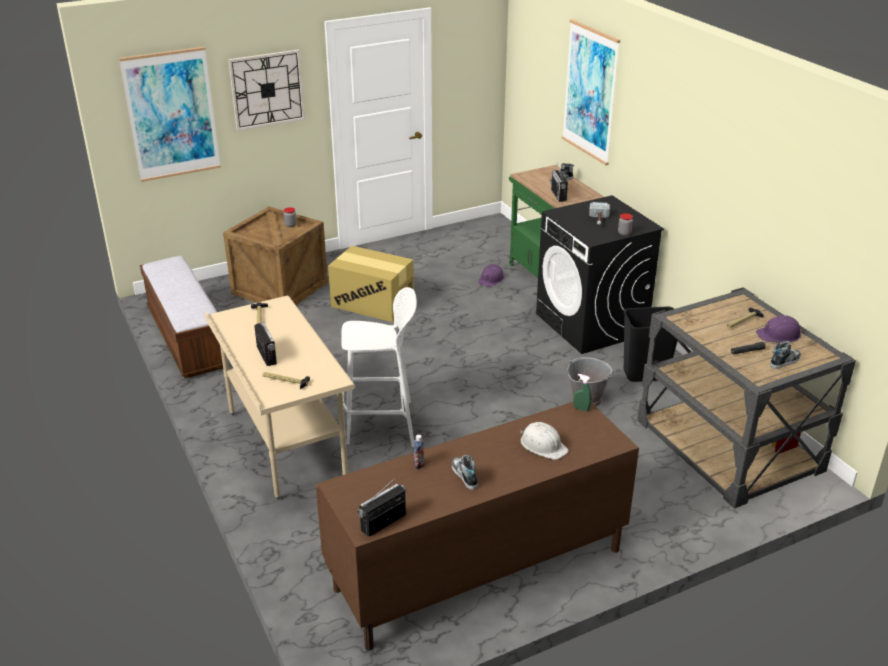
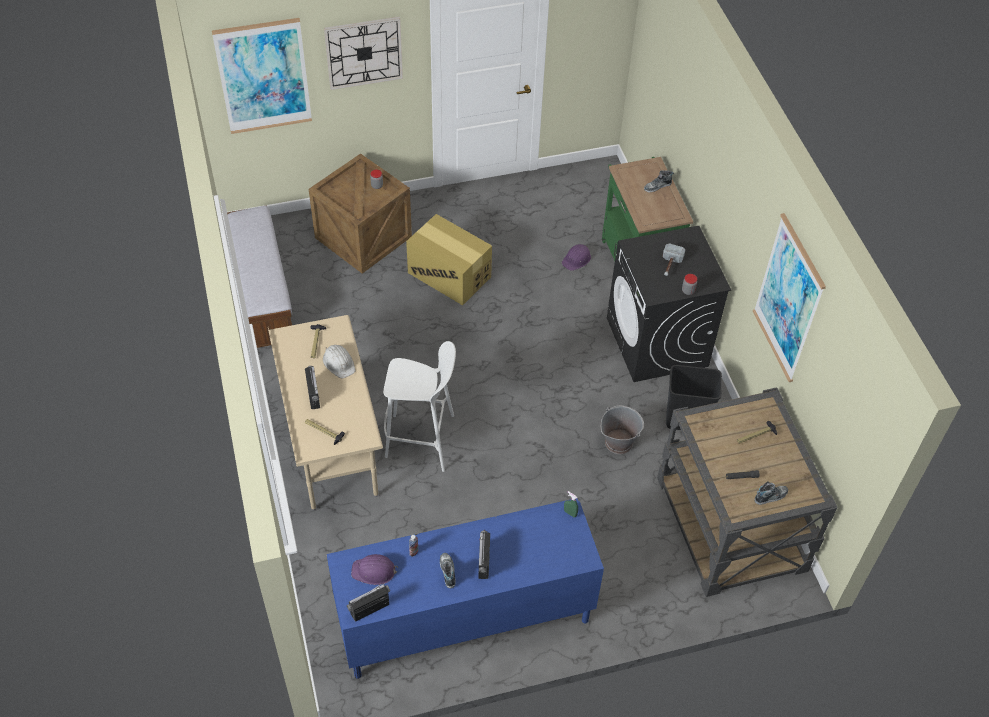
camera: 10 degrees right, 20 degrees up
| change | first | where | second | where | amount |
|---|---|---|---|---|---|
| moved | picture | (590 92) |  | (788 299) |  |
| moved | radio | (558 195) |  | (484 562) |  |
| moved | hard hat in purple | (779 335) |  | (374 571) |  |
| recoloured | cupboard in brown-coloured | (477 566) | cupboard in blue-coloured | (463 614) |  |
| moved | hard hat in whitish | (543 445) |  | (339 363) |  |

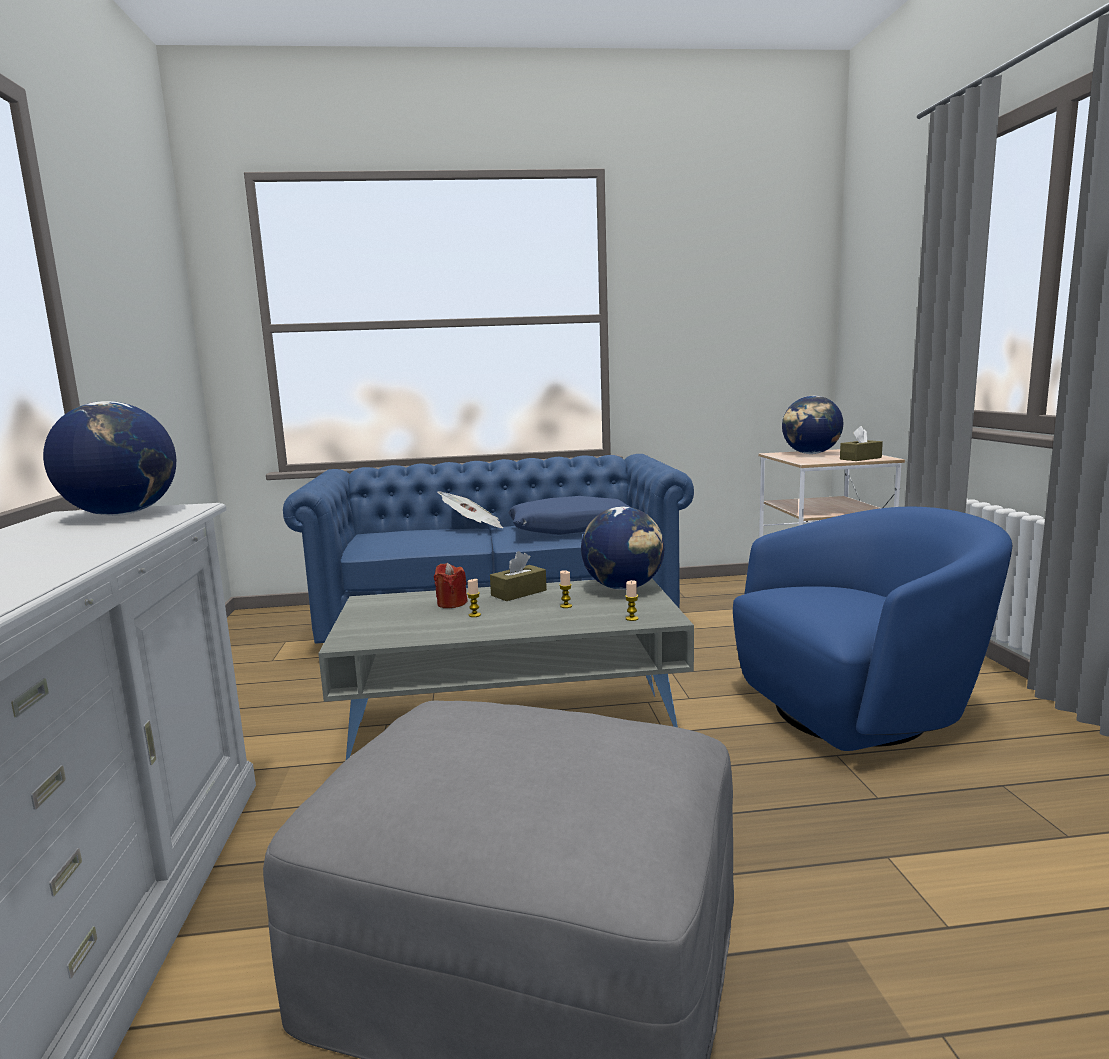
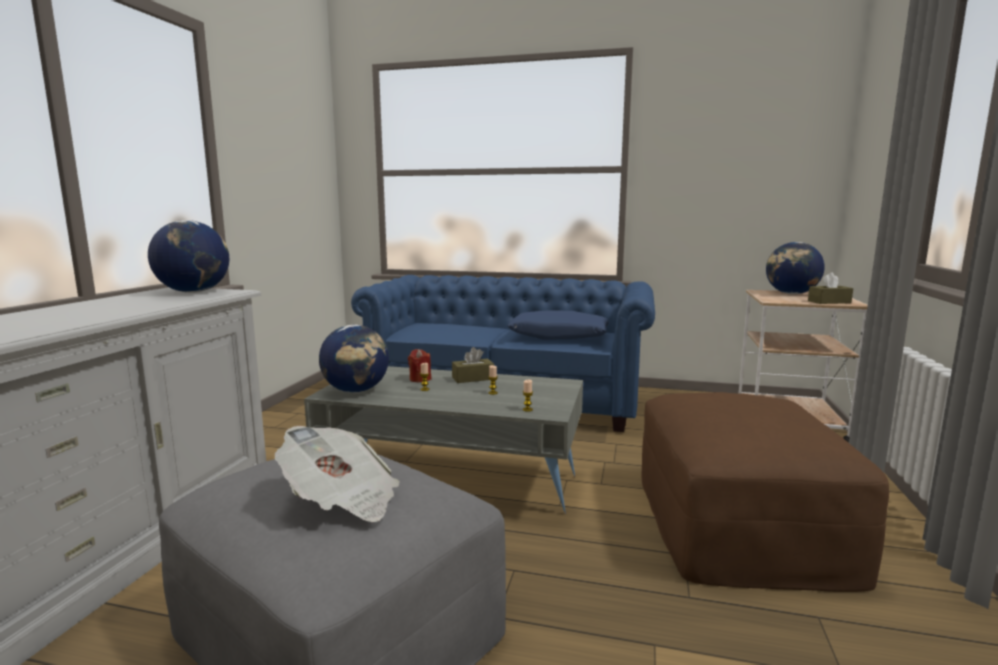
camera: 20 degrees right, 0 degrees up
| change | first | where | second | where | amount |
|---|---|---|---|---|---|
| moved | daily paper | (473 527) |  | (342 500) |  |
| moved | desk globe | (623 588) |  | (356 391) |  |
| replaced | lounge chair in blue-coloured | (860 710) | footrest in brown-coloured | (739 523) |  |

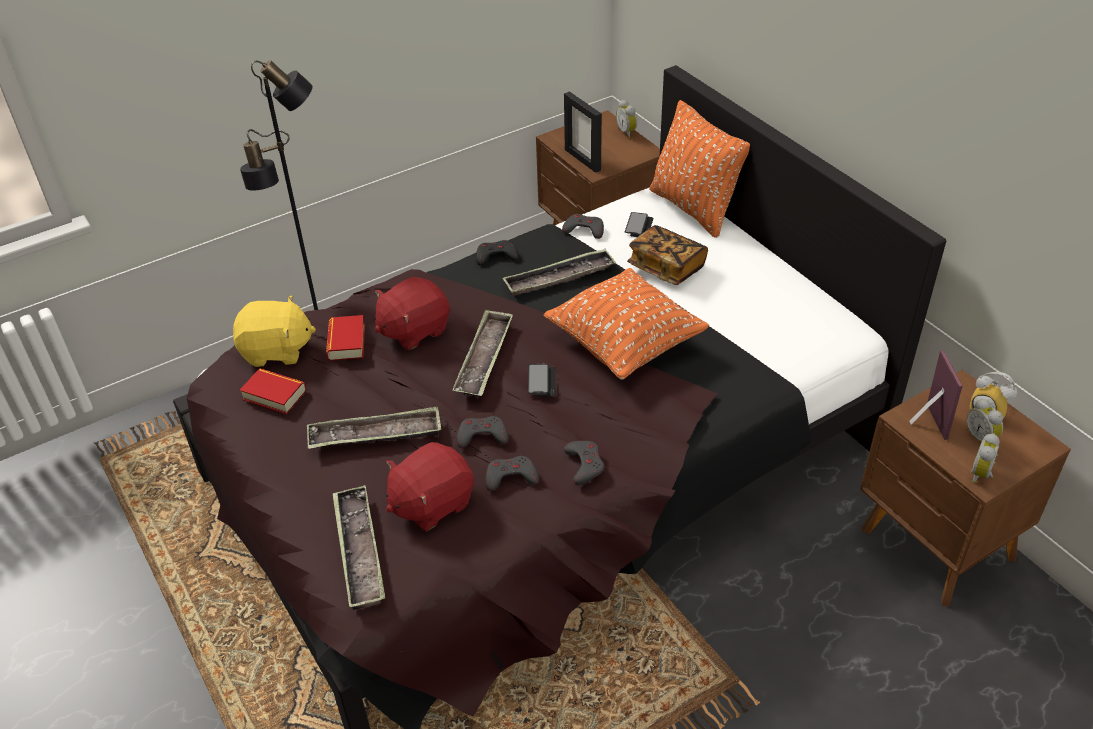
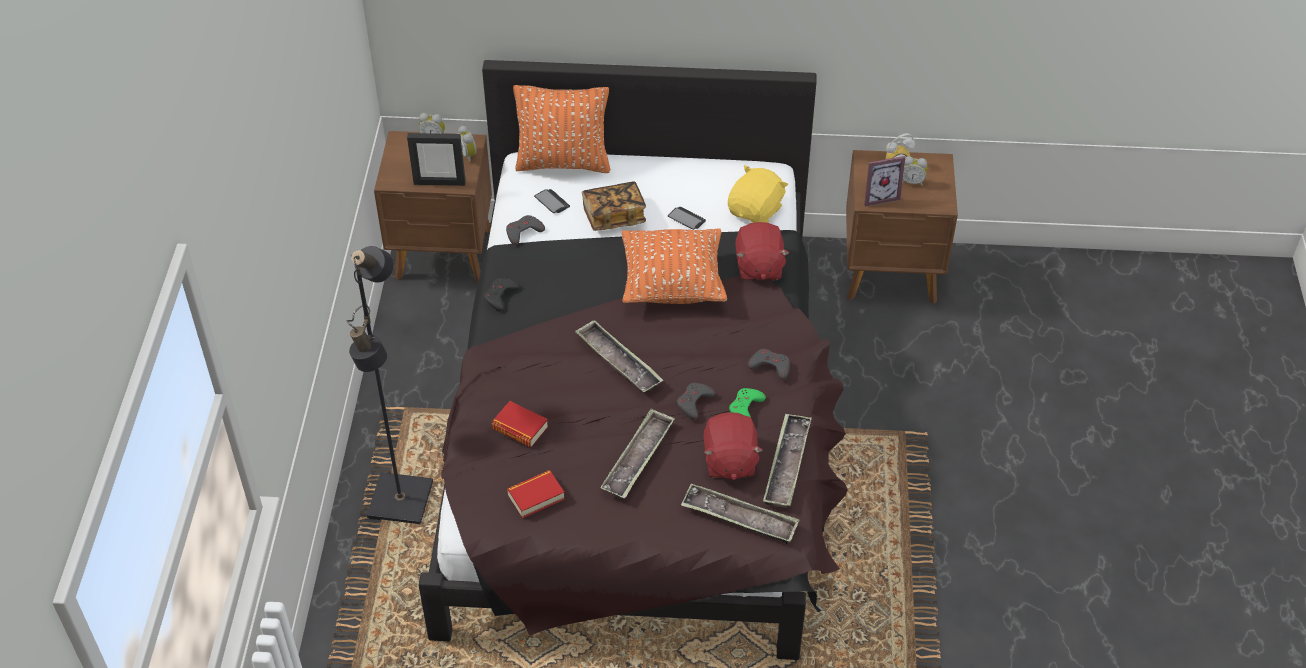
camera: 55 degrees left, 5 degrees up
| change | first | where | second | where | amount |
|---|---|---|---|---|---|
| moved | serving tray | (559 277) |  | (787 464) |  |
| moved | cuddly toy in red-coloured | (413 330) |  | (758 267) |  |
| moved | cuddly toy in yellow-coloured | (276 350) |  | (756 211) |  |
| turned | standing frame | (924 422) |  | (879 196) | 135 degrees clockwise |
| moved | telephone | (541 381) |  | (686 219) |  |
| moved | alarm clock | (982 474) |  | (469 155) |  |
| recoloured | gamepad in grey | (510 477) | gamepad in greenish | (745 408) |  |

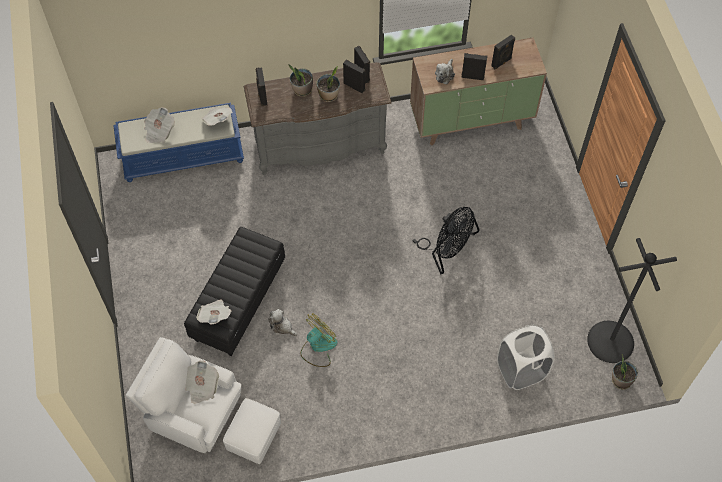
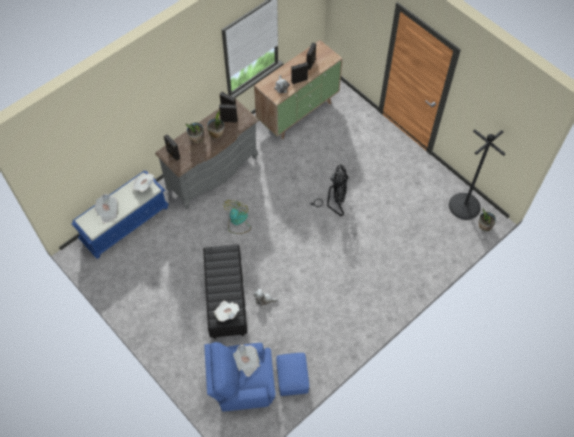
camera: 30 degrees left, 0 degrees up
| change | first | where | second | where | amount |
|---|---|---|---|---|---|
| moved | electric fan | (318 347) |  | (237 222) |  |
| removed | washing basket in whitish | (520 370) |  |  |  |
| recoloured | lounge chair in whitish | (207 417) | lounge chair in blue-coloured | (254 382) |  |

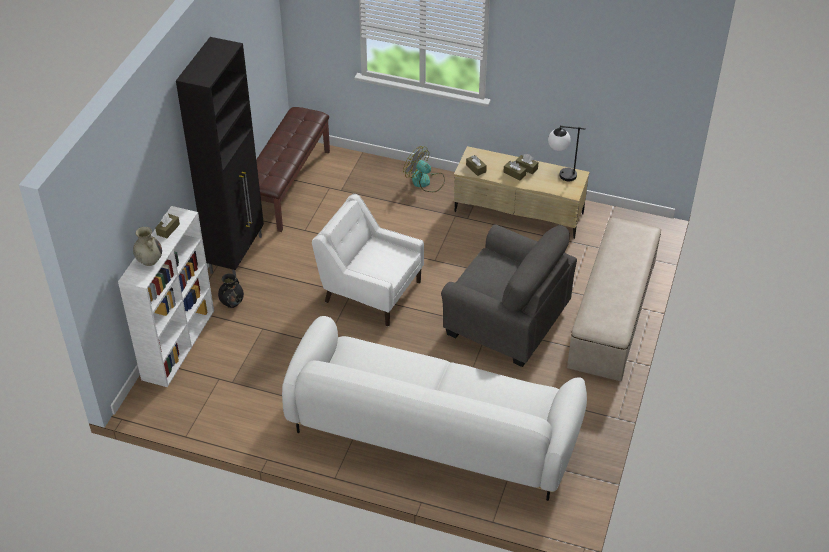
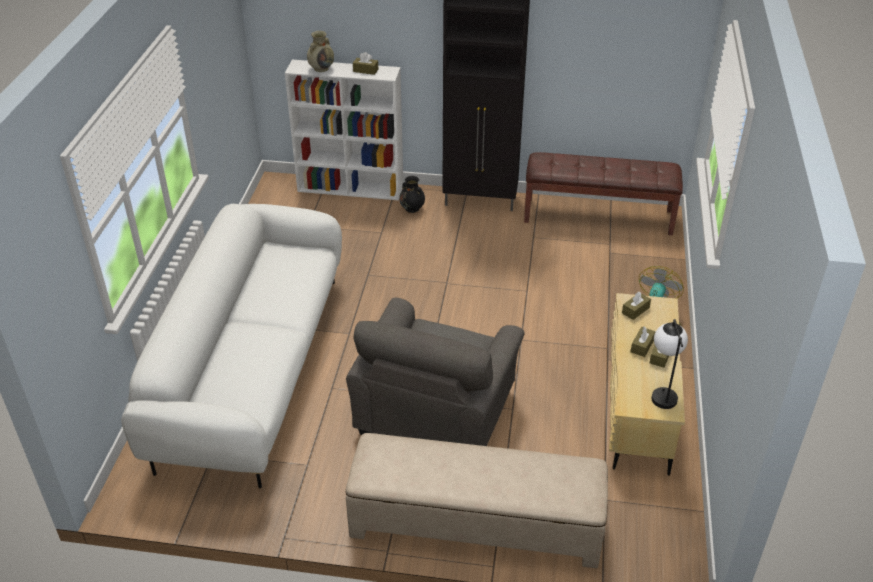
camera: 80 degrees right, 5 degrees down
| change | first | where | second | where | amount |
|---|---|---|---|---|---|
| removed | lounge chair in whitish | (370 291) |  |  |  |

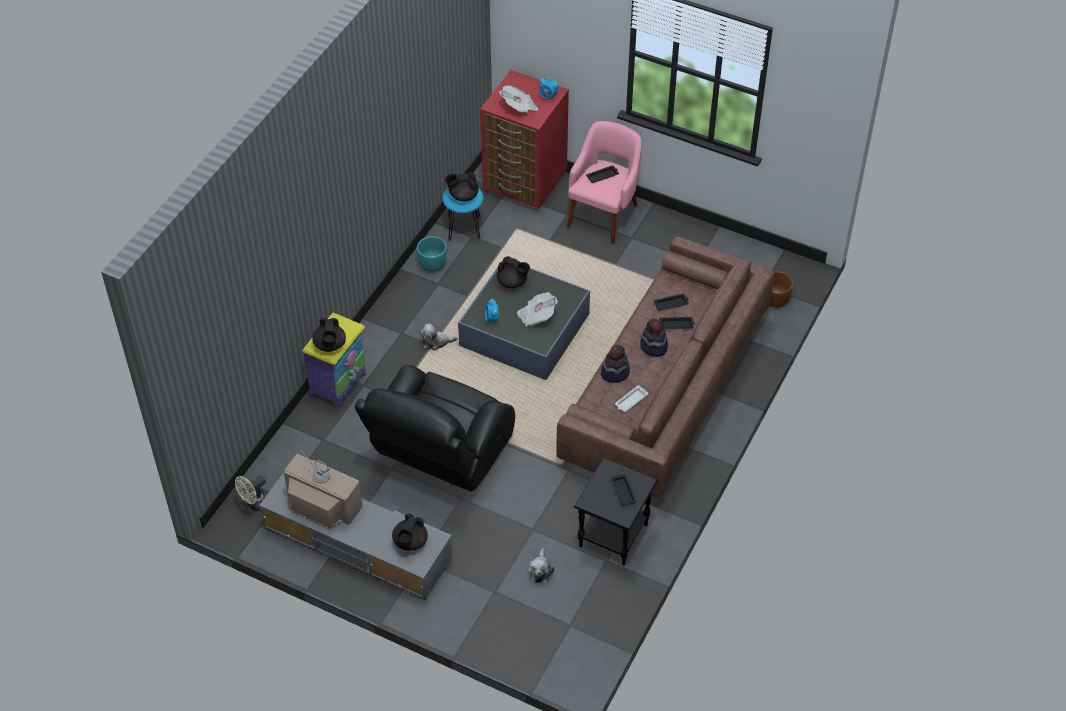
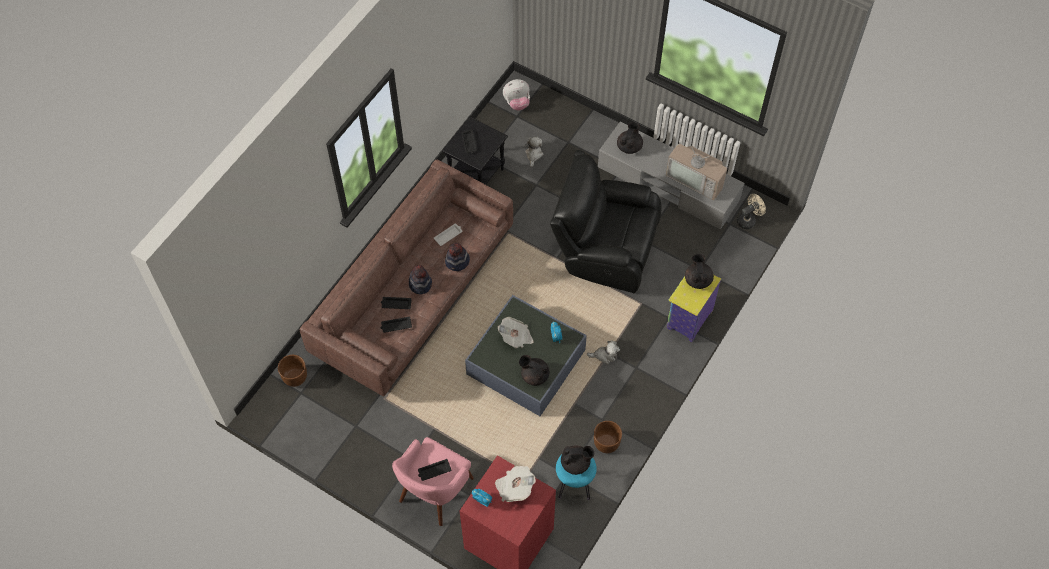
camera: 175 degrees left, 10 degrees up
| change | first | where | second | where | amount |
|---|---|---|---|---|---|
| recoloured | plant pot in blue-green | (432 264) | plant pot in brown-coloured | (606 443) |  |
| turned | lounge chair in black | (439 456) |  | (605 248) | 105 degrees counterclockwise |
| added |  |  | cuddly toy | (517 103) |  |

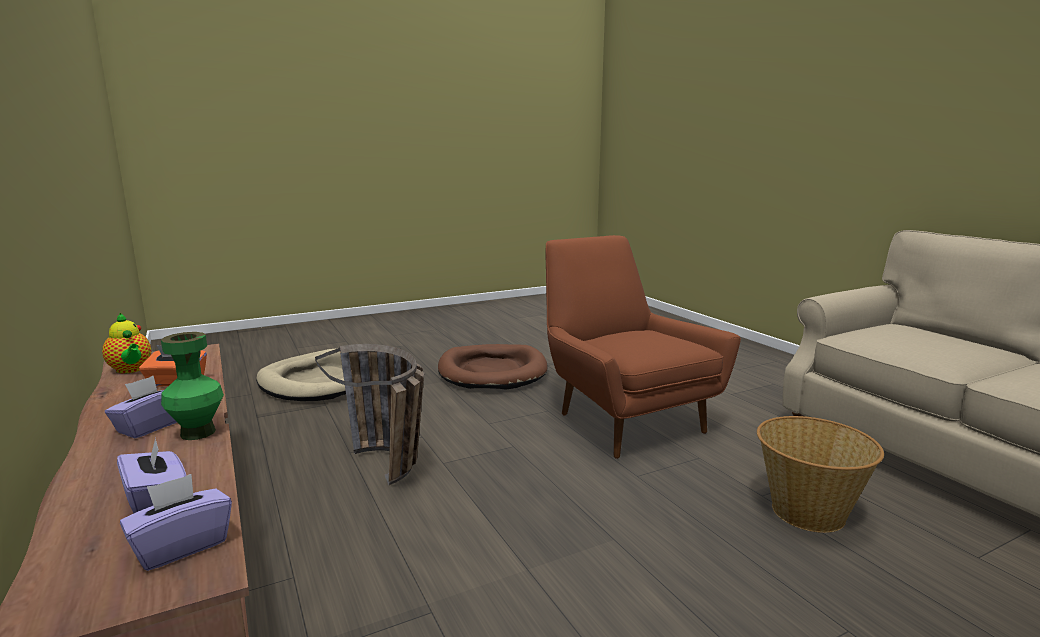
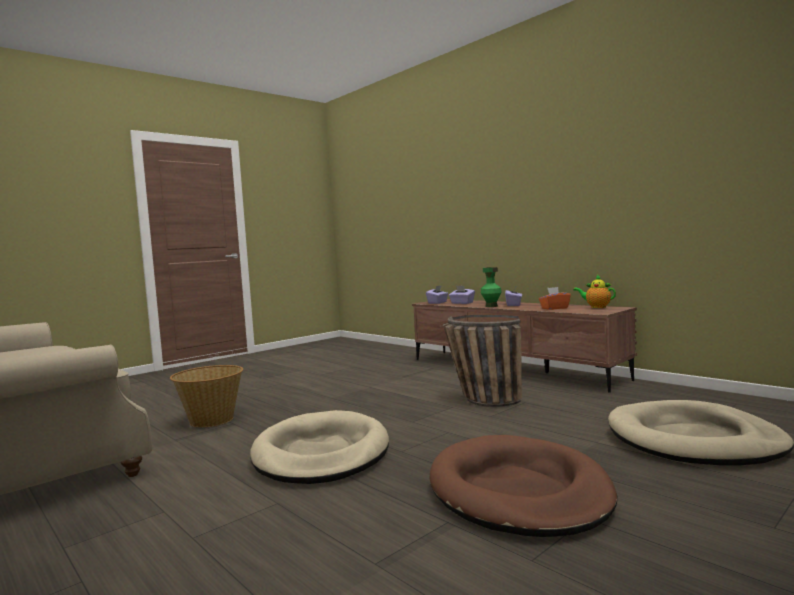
camera: 165 degrees right, 10 degrees down
| change | first | where | second | where | amount |
|---|---|---|---|---|---|
| replaced | lounge chair in brown-coloured | (622 420) | dog bed in beige-coloured | (321 453) |  |

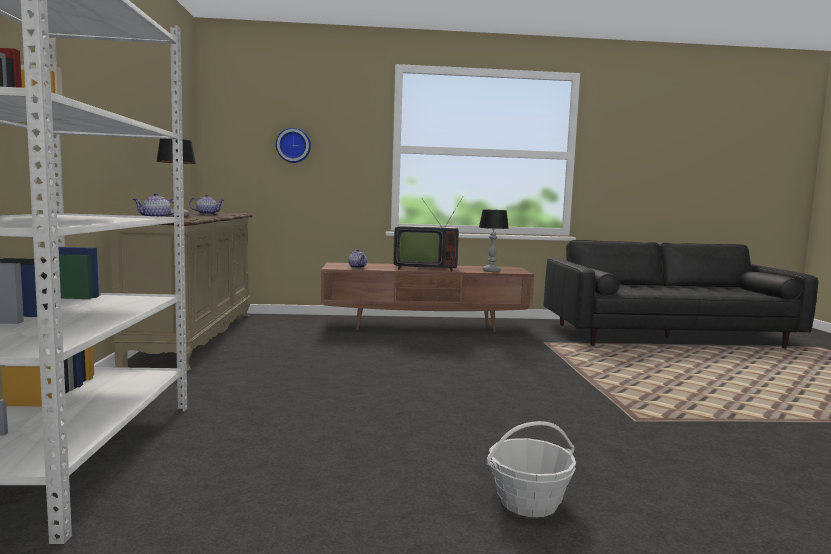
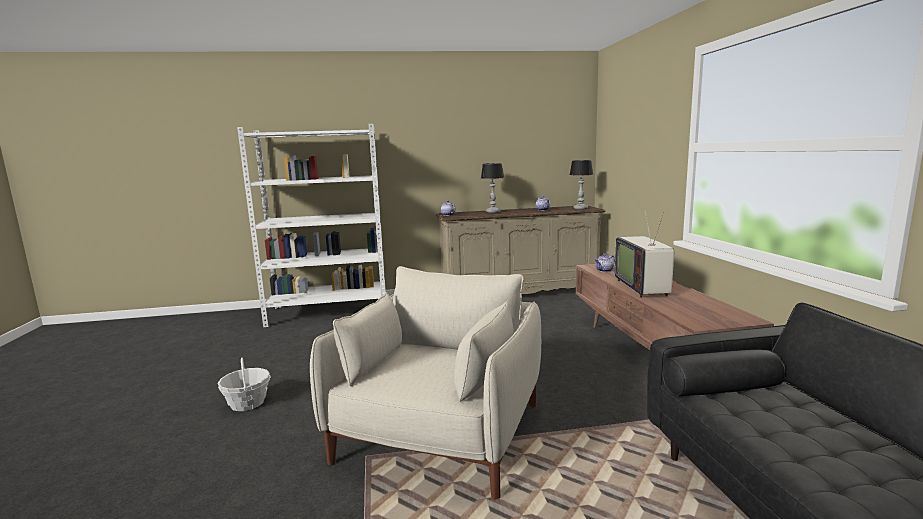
camera: 85 degrees right, 5 degrees up
| change | first | where | second | where | amount |
|---|---|---|---|---|---|
| removed | wall clock | (293 145) |  |  |  |
| moved | lamp for a table | (491 271) |  | (580 208) |  |
| added |  |  | lounge chair in beige-coloured | (441 432) |  |

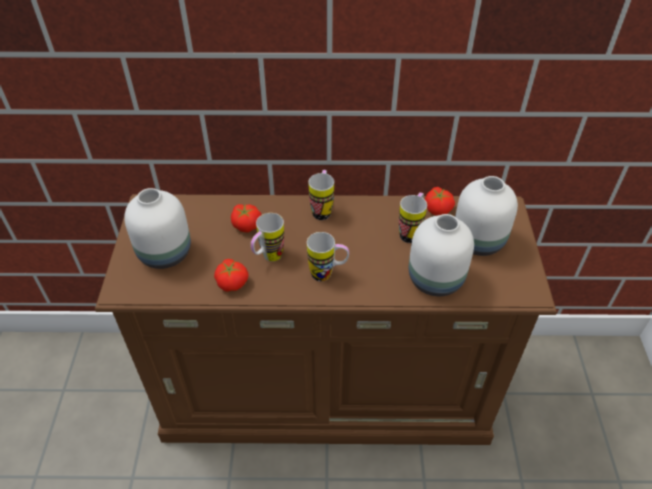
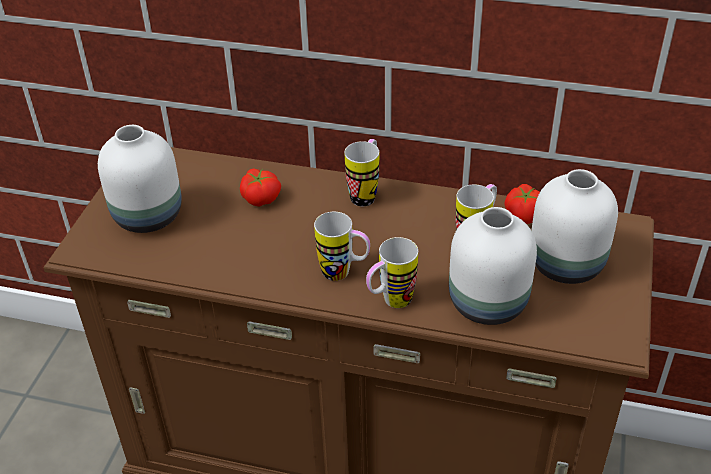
camera: 15 degrees right, 5 degrees down
| change | first | where | second | where | amount |
|---|---|---|---|---|---|
| moved | coffee mug | (268 258) |  | (390 302) |  |
| removed | fresh tomato | (232 282) |  |  |  |

